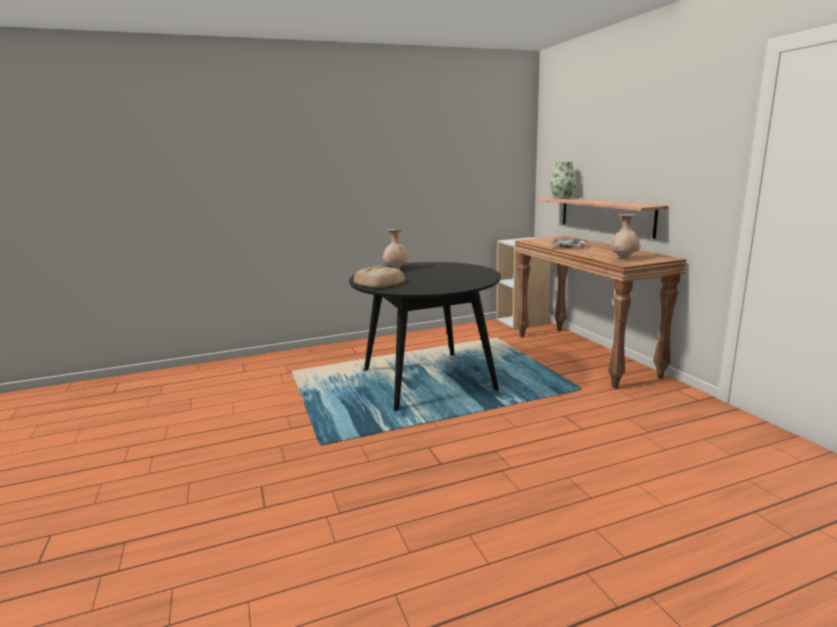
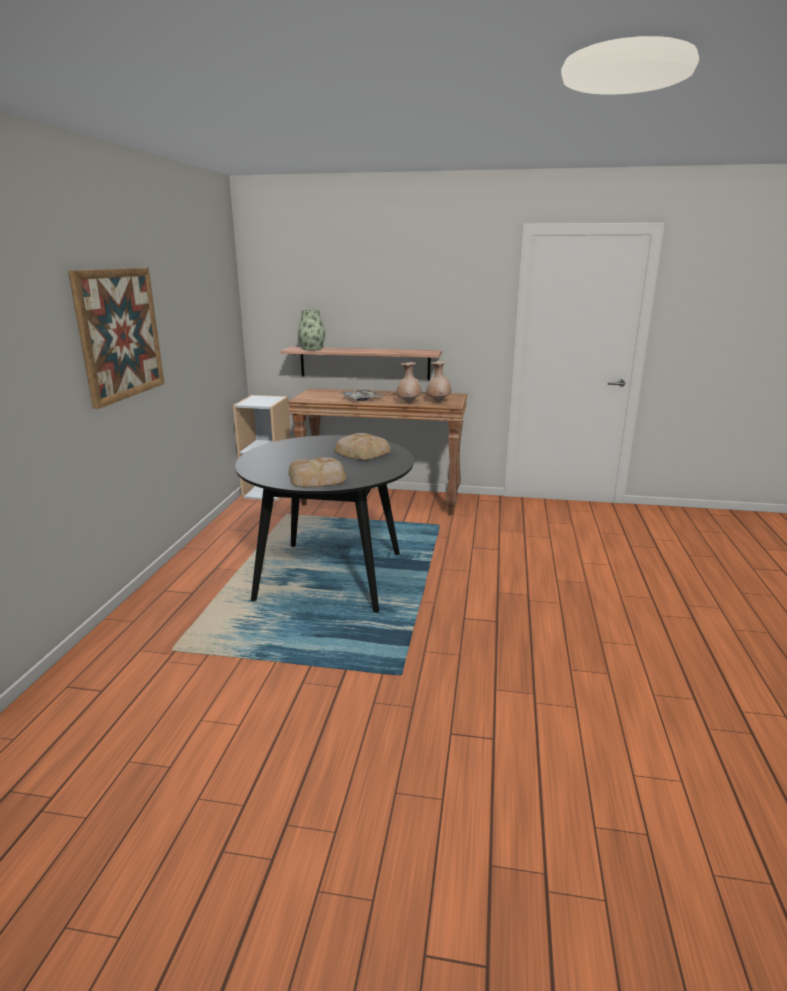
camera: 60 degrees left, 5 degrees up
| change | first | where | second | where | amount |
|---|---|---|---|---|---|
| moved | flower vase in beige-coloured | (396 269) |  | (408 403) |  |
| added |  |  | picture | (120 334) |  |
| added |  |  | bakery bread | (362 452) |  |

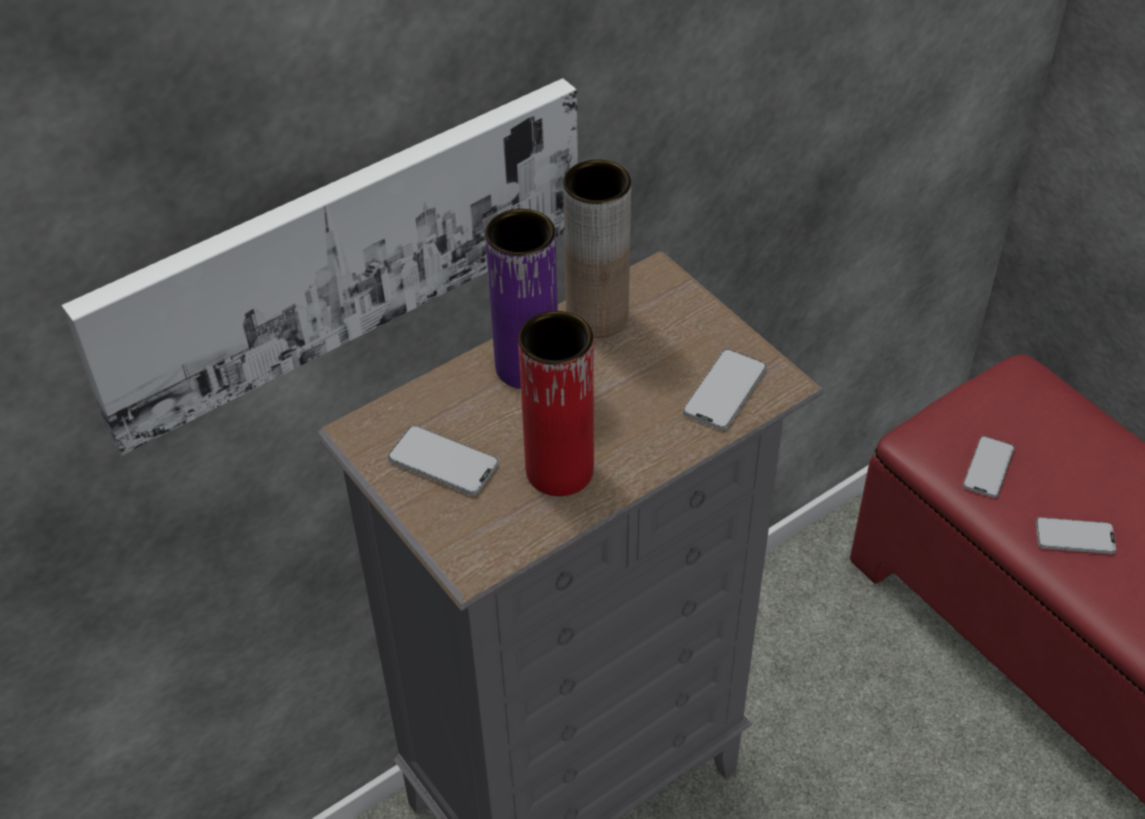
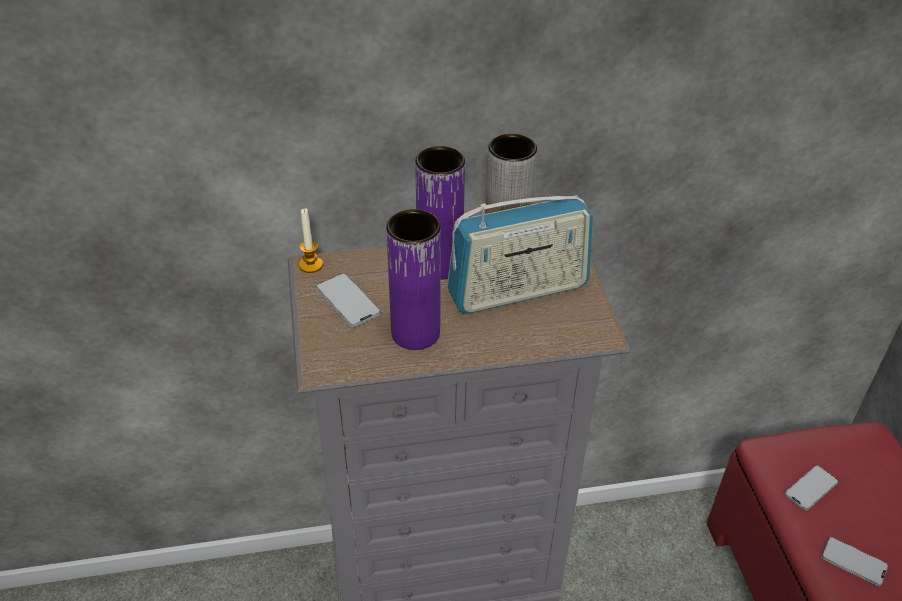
camera: 25 degrees right, 5 degrees down
| change | first | where | second | where | amount |
|---|---|---|---|---|---|
| removed | picture | (341 254) |  |  |  |
| recoloured | flower vase in red-coloured | (559 470) | flower vase in purple | (415 333) |  |
| removed | telephone | (724 391) |  |  |  |
| added |  |  | radio | (518 290) |  |
| added |  |  | candle | (311 265) |  |

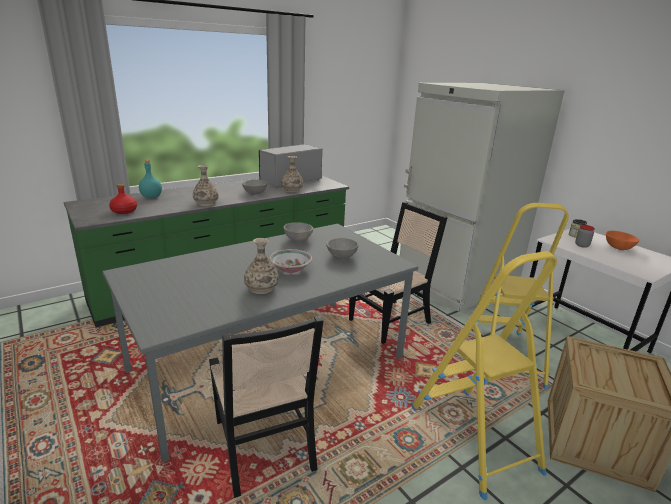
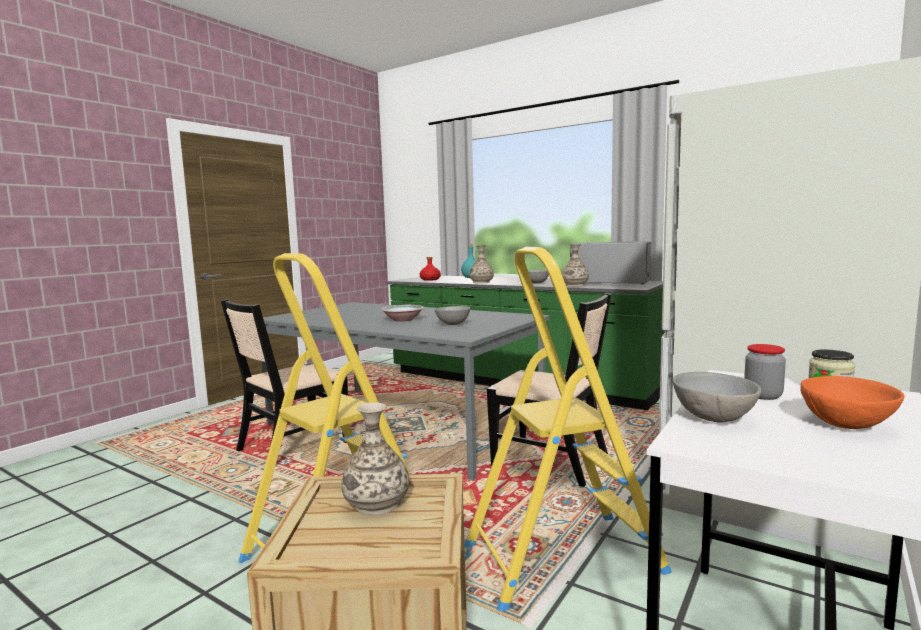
camera: 70 degrees right, 15 degrees down
| change | first | where | second | where | amount |
|---|---|---|---|---|---|
| moved | deep dish in grey | (298 239) |  | (715 418) |  |
| moved | flower vase | (261 288) |  | (377 504) |  |

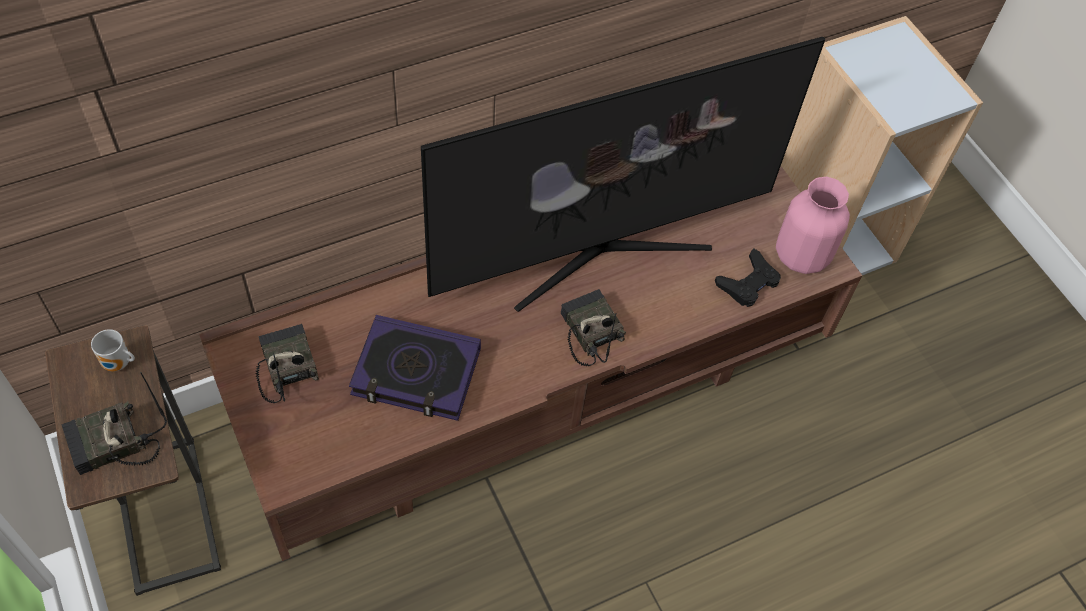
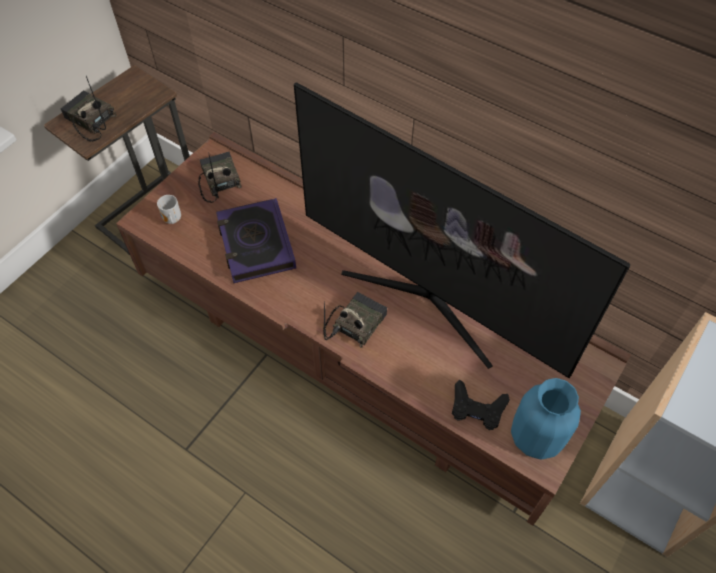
camera: 65 degrees right, 0 degrees up
| change | first | where | second | where | amount |
|---|---|---|---|---|---|
| recoloured | flower vase in pink-coloured | (801 255) | flower vase in blue-coloured | (536 436) |  |
| turned | radio | (285 367) |  | (218 181) | 60 degrees counterclockwise |
| moved | coffee mug | (118 364) |  | (172 220) |  |

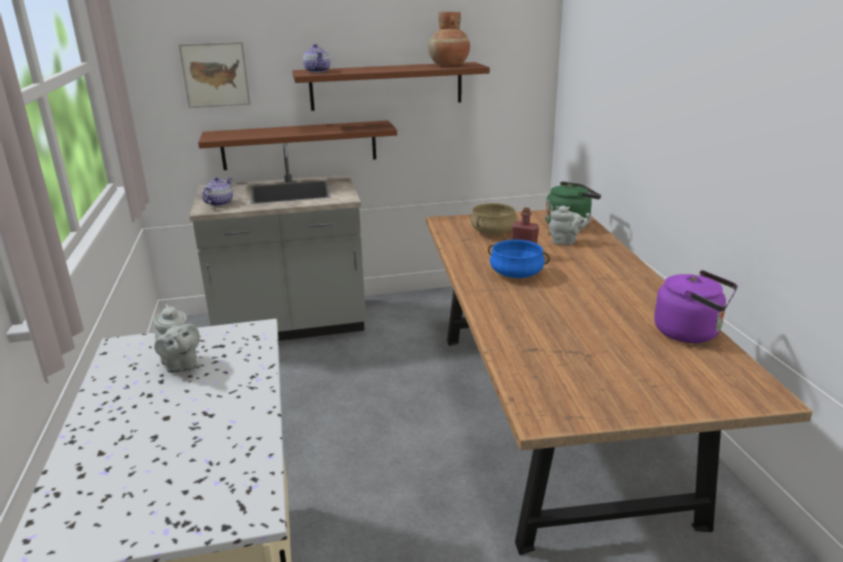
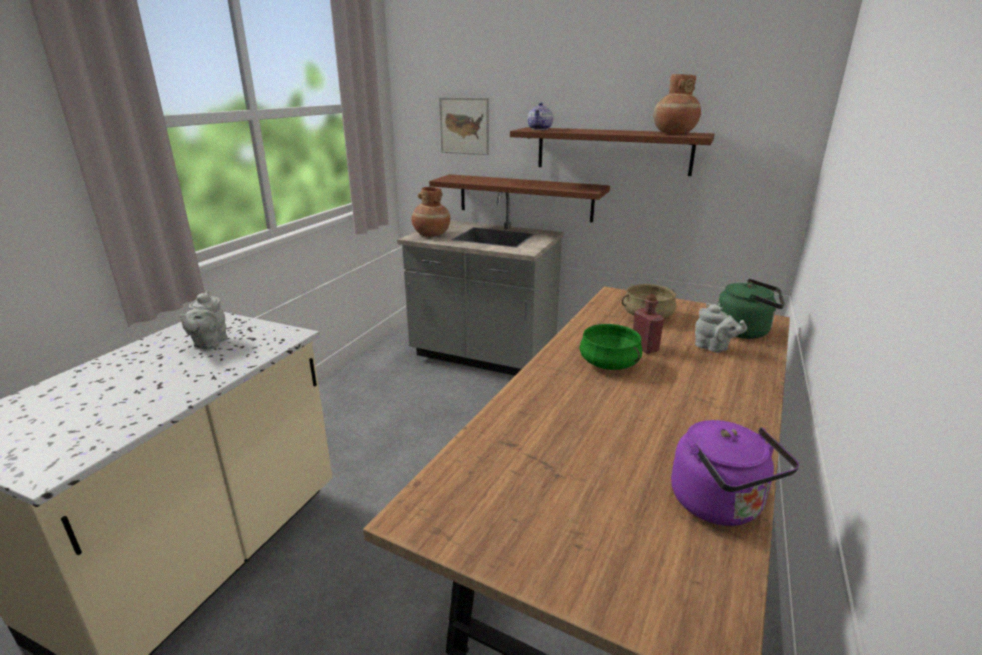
camera: 35 degrees right, 0 degrees up
| change | first | where | second | where | amount |
|---|---|---|---|---|---|
| replaced | tea pot | (219 203) | flower vase in brown-coloured | (431 234) |  |
| recoloured | saucepot in blue-coloured | (516 274) | saucepot in greenish | (609 363) |  |

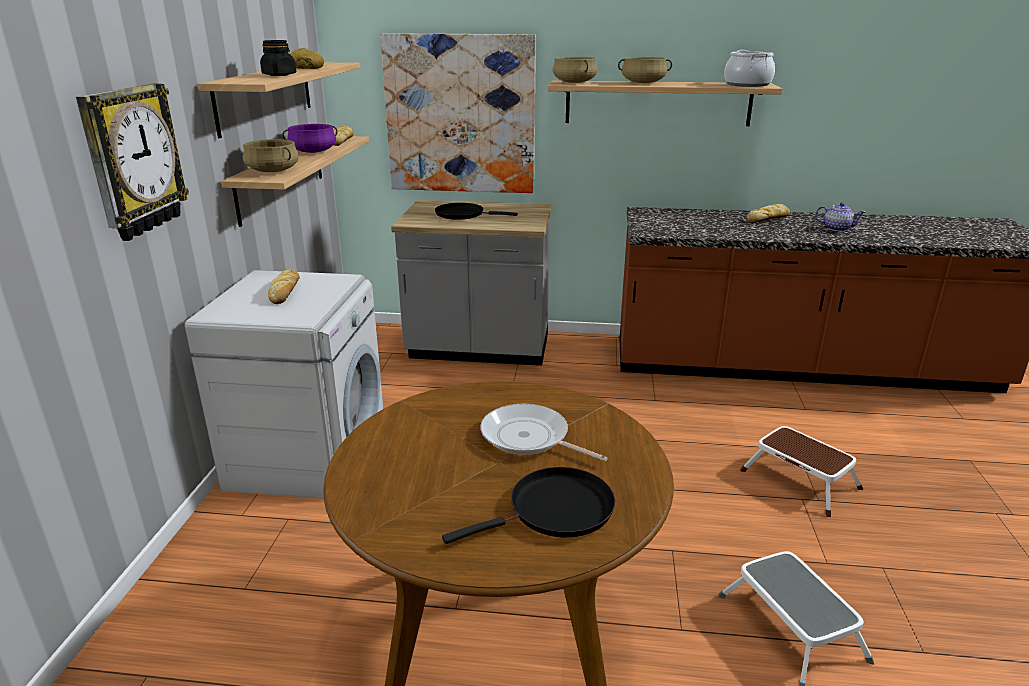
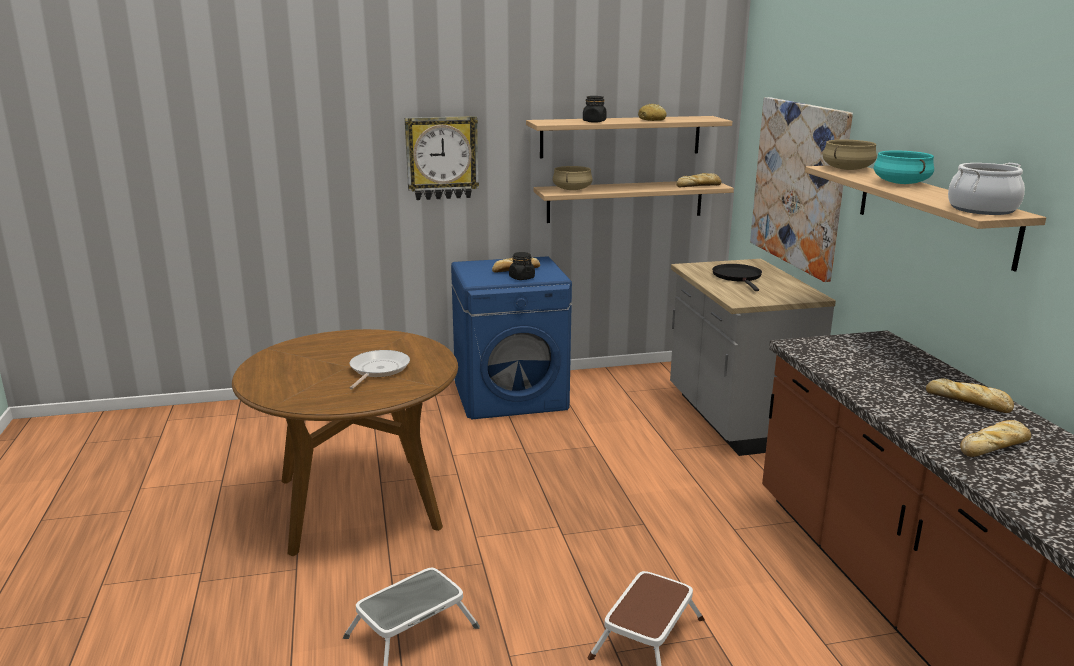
camera: 70 degrees right, 5 degrees down
| change | first | where | second | where | amount |
|---|---|---|---|---|---|
| recoloured | saucepot in beige-coloured | (643 83) | saucepot in blue-green | (900 183) |  |
| removed | saucepot in purple | (313 151) |  |  |  |
| replaced | tea pot | (837 228) | bakery bread | (995 446) |  |
| recoloured | washing machine in whitish | (312 453) | washing machine in blue-coloured | (512 396) |  |
| removed | frying pan in black | (555 510) |  |  |  |
| added |  |  | preserve jar in black | (521 278) |  |

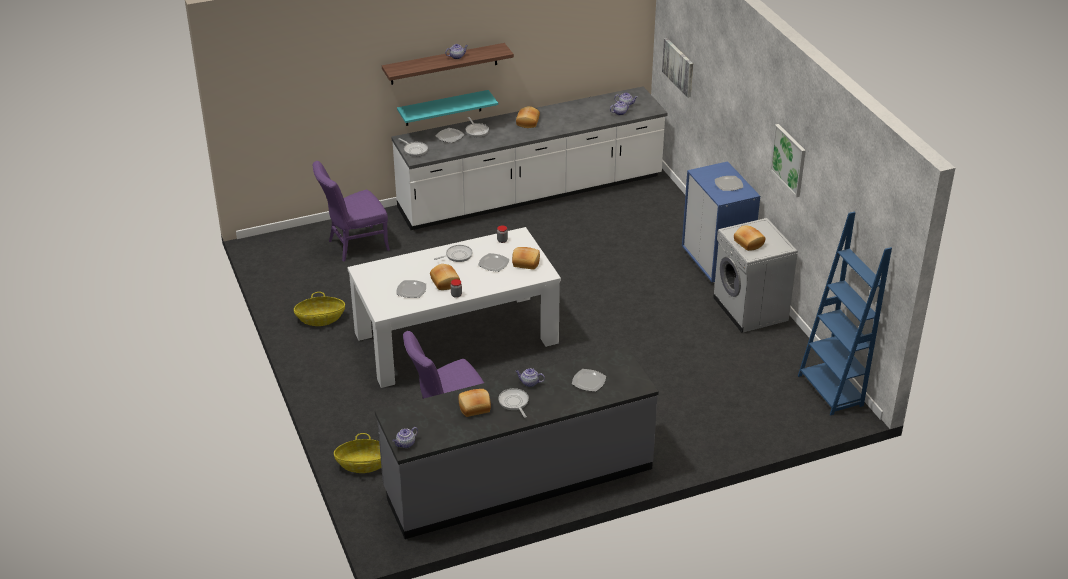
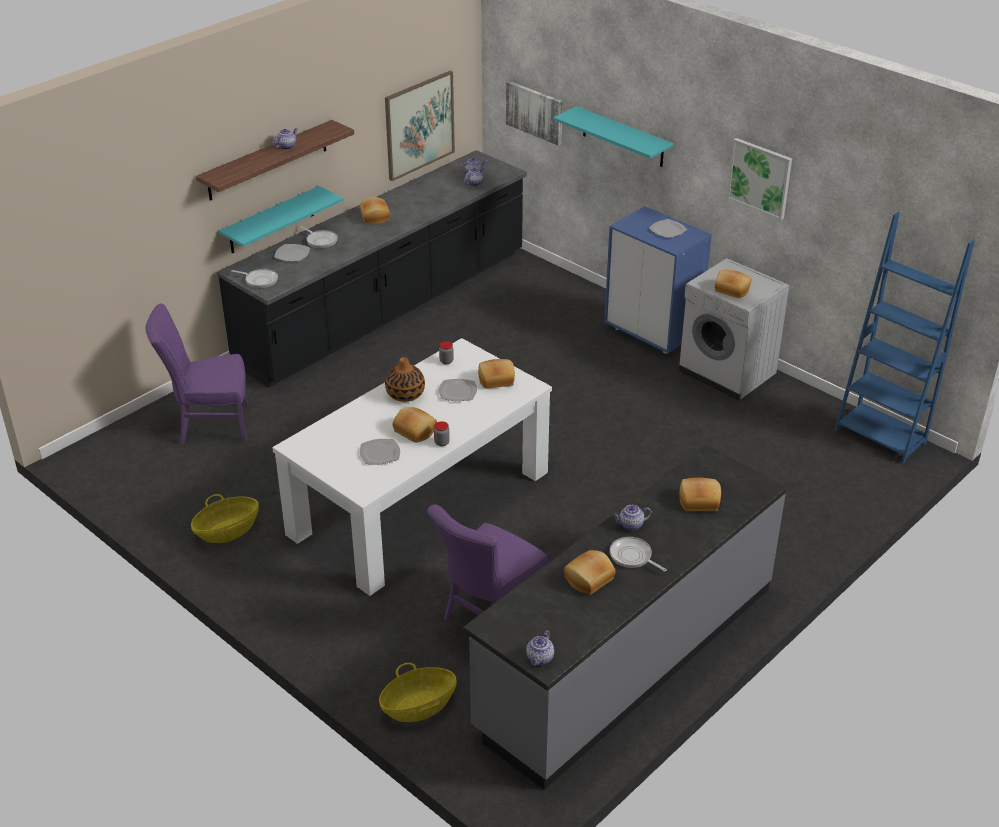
camera: 25 degrees left, 0 degrees up
| change | first | where | second | where | amount |
|---|---|---|---|---|---|
| recoloured | counter in whitish | (531 194) | counter in black | (386 308) |  |
| turned | upright chair in purple | (354 245) |  | (209 425) | 45 degrees clockwise |
| replaced | frying pan | (457 255) | flower vase | (405 394) |  |
| replaced | flat dish | (589 381) | bakery bread | (699 500) |  |
| added |  |  | picture | (419 125) |  |
| added |  |  | wall shelf in blue-green | (623 137) |  |

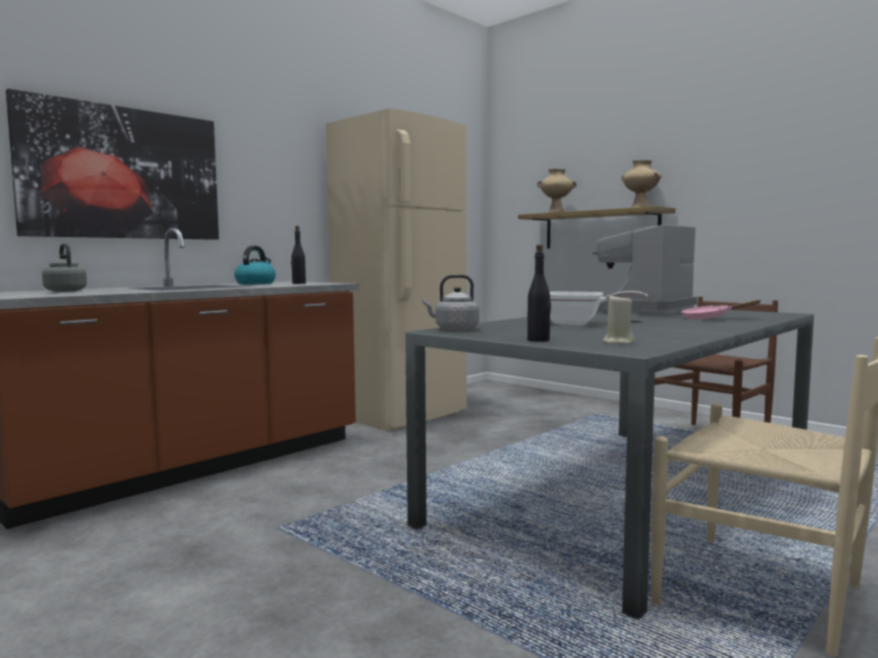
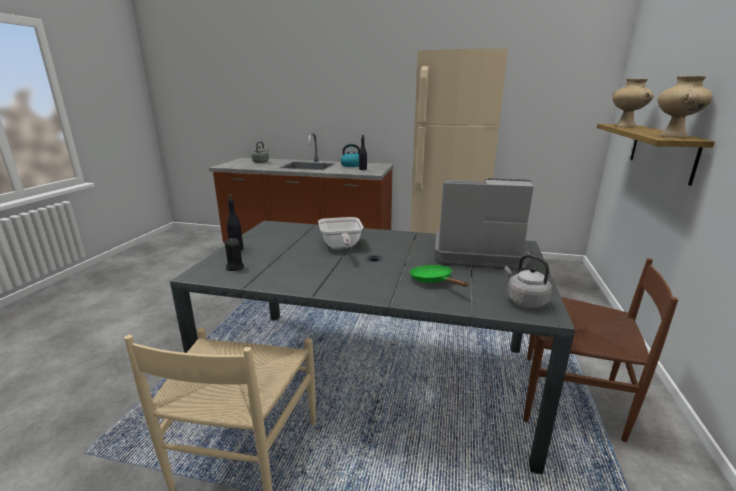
camera: 60 degrees right, 15 degrees up
| change | first | where | second | where | amount |
|---|---|---|---|---|---|
| removed | picture | (123 173) |  |  |  |
| moved | water kettle in grey | (454 329) |  | (524 301) |  |
| recoloured | candle in beige-coloured | (618 342) | candle in black | (235 267) |  |
| recoloured | frying pan in pink-coloured | (710 318) | frying pan in greenish | (433 281) |  |

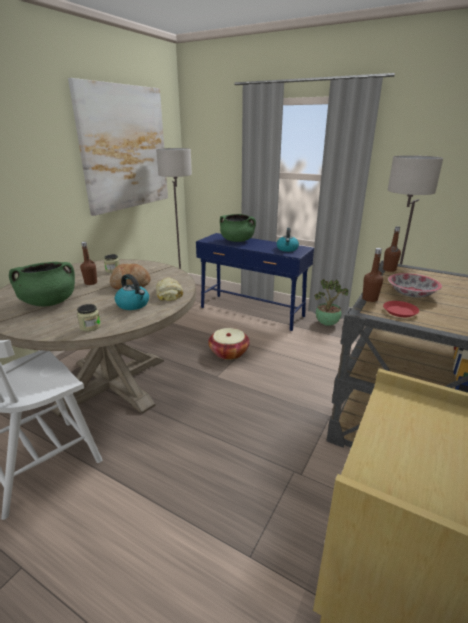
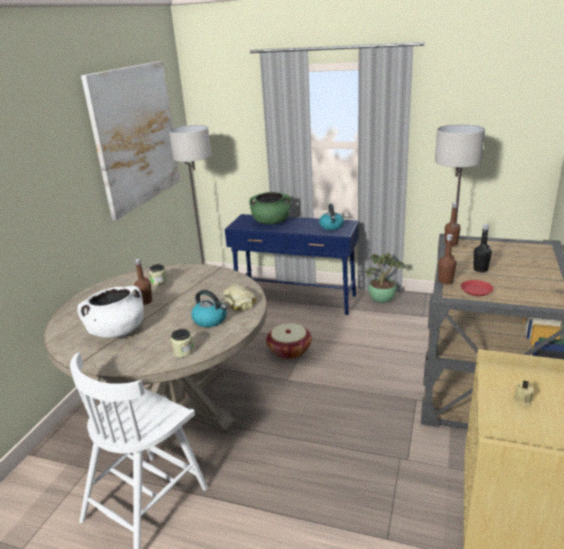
camera: 10 degrees left, 0 degrees up
| change | first | where | second | where | amount |
|---|---|---|---|---|---|
| recoloured | saucepot in greenish | (49 302) | saucepot in whitish | (117 331) |  |
| removed | bakery bread | (130 284) |  |  |  |
| replaced | deep dish | (412 294) | drink bottle in black | (480 269) |  |
| added |  |  | candle in beige-coloured | (522 400) |  |

